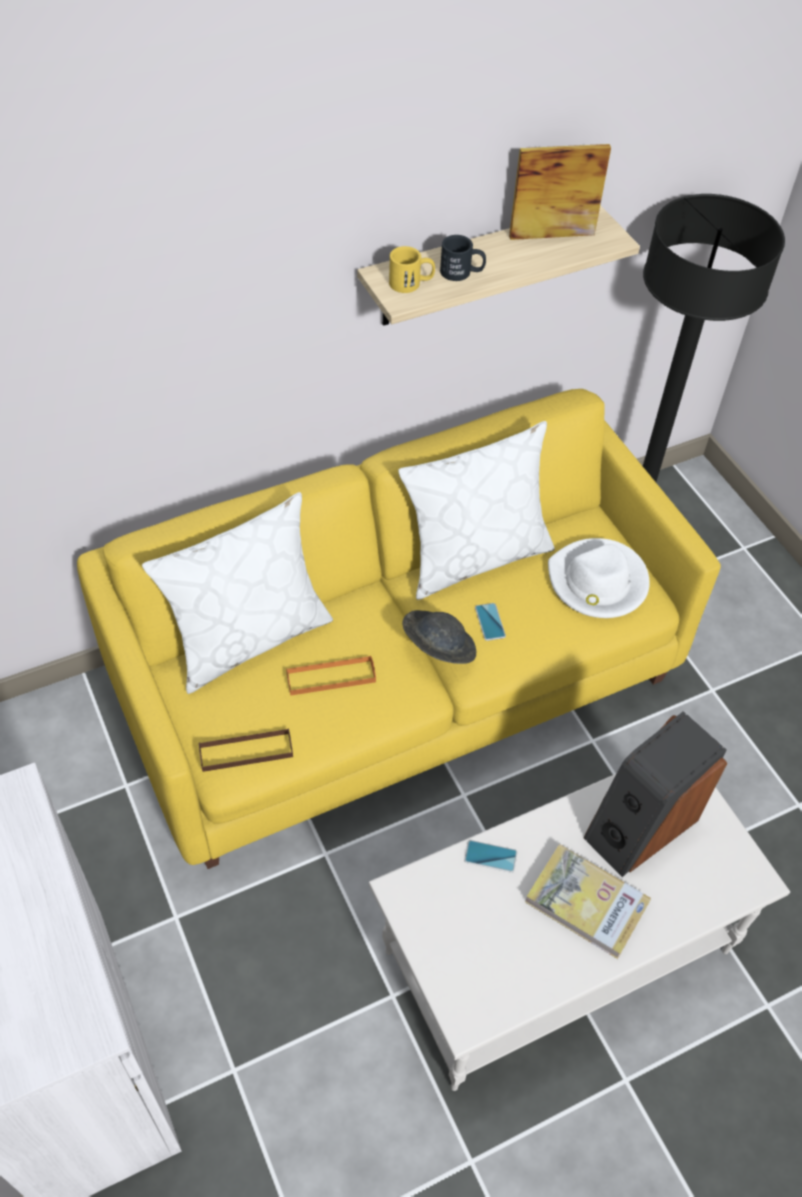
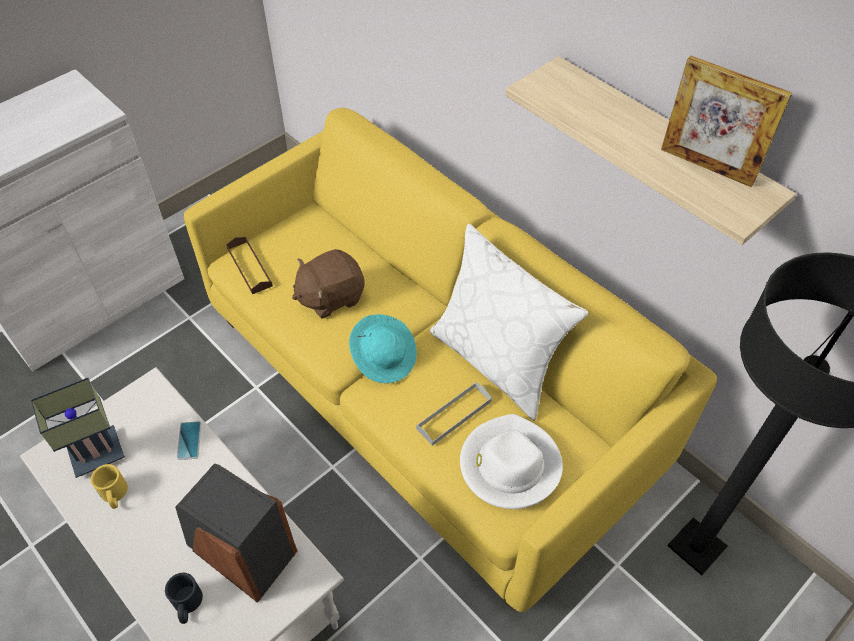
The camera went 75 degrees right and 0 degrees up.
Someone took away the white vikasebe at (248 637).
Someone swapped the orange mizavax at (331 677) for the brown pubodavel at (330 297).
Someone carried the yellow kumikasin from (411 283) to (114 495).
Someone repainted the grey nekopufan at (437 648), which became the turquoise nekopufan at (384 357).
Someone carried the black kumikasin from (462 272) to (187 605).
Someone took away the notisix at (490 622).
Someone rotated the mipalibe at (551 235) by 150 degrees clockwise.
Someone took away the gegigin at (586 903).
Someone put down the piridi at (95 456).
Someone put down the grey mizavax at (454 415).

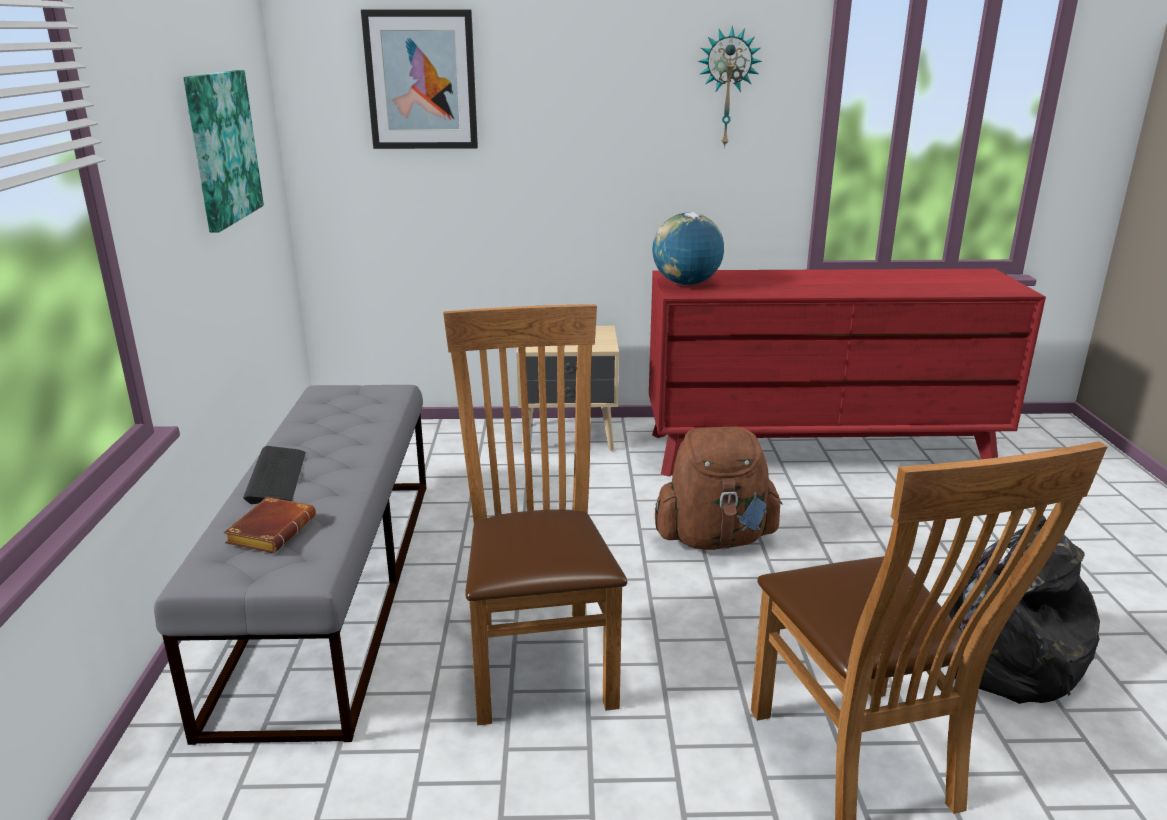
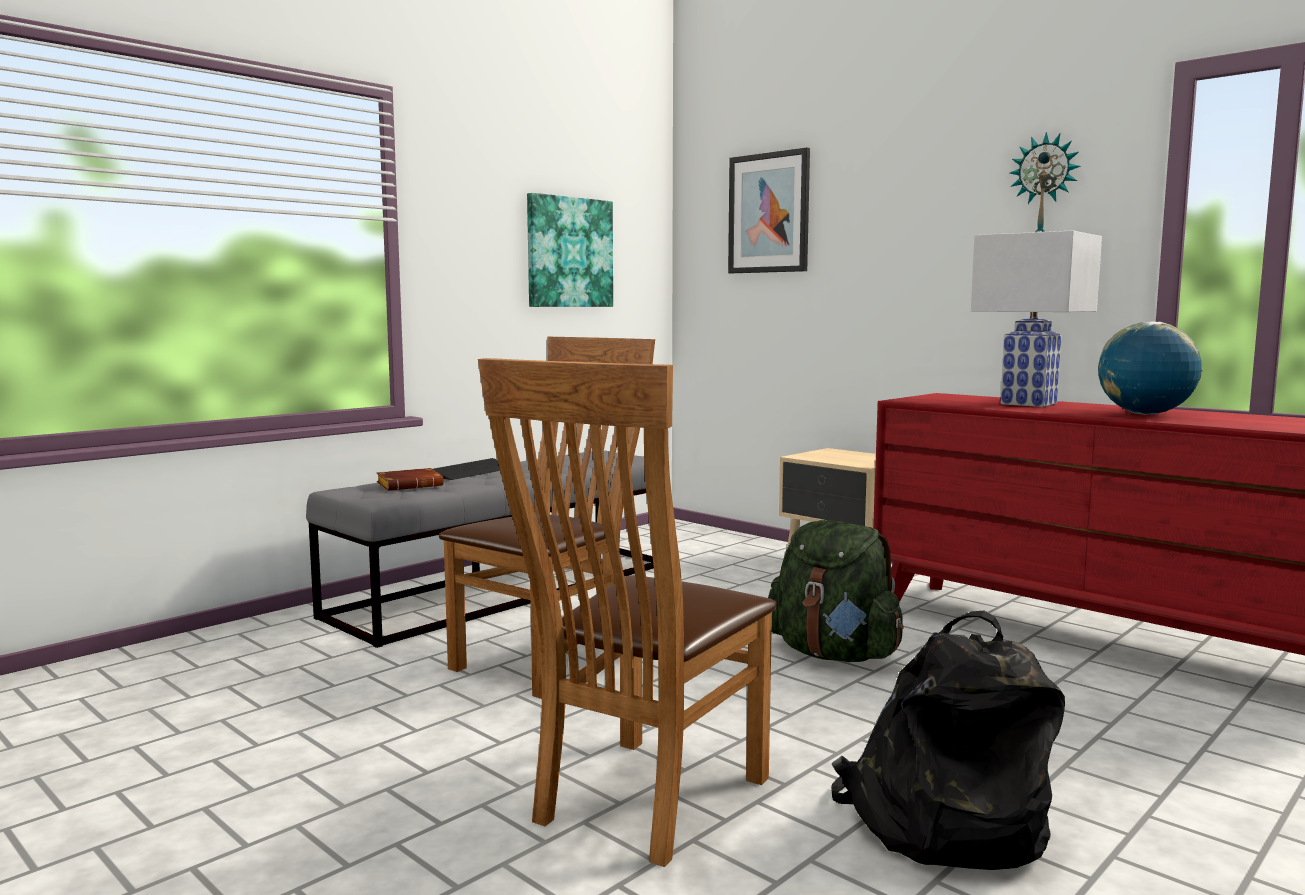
The camera went 45 degrees right and 15 degrees down.
Someone carried the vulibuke from (686 284) to (1145 414).
Someone repainted the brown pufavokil at (715 539), which became the green pufavokil at (834 654).
Someone put down the white piridi at (1028 403).

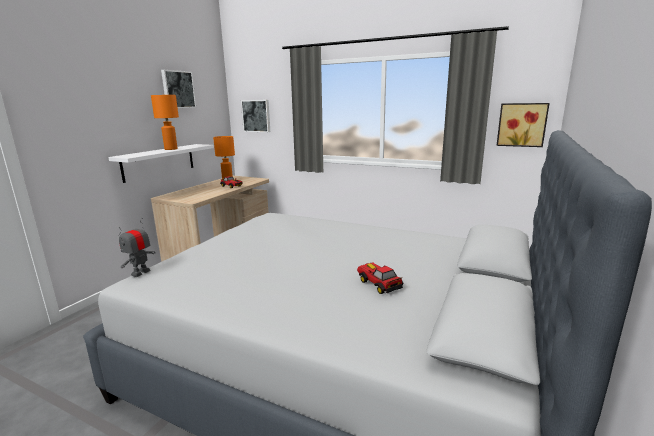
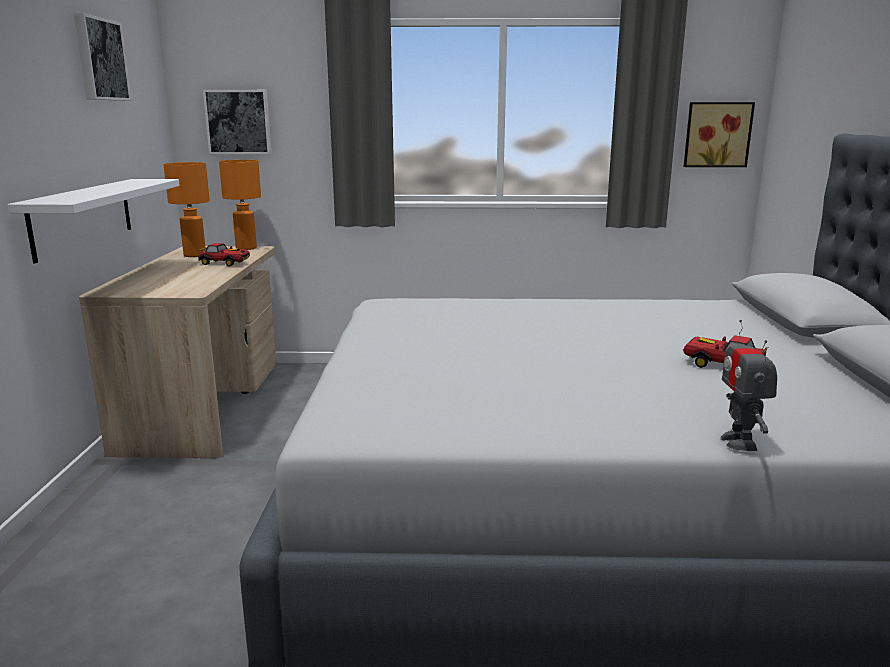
The camera went 25 degrees left and 0 degrees up.
Someone carried the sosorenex from (140 272) to (739 442).
Someone carried the orange piridi from (170 149) to (246 248).

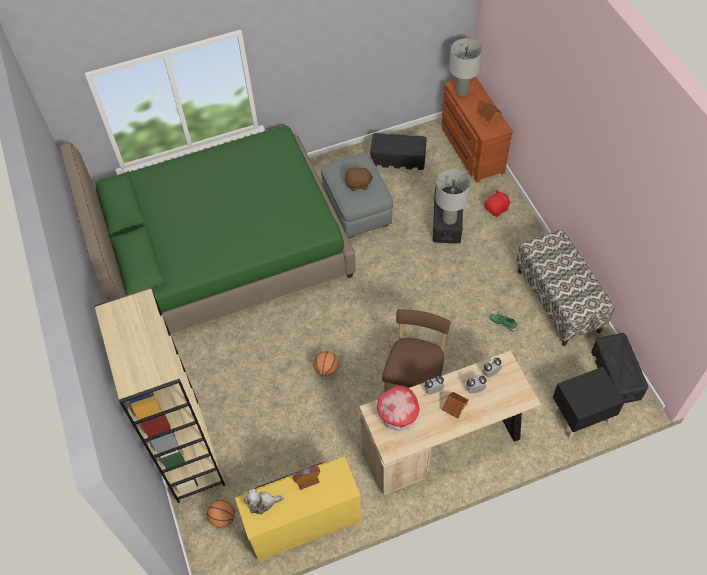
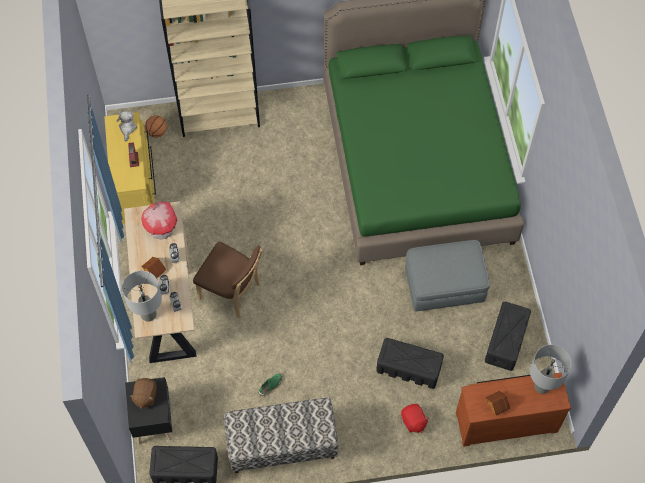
The camera went 100 degrees right and 5 degrees up.
Someone took away the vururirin at (326 369).
Someone carried the brown pubodavel from (358 184) to (145 396).
Someone carried the grey piridi from (449 219) to (149 314).

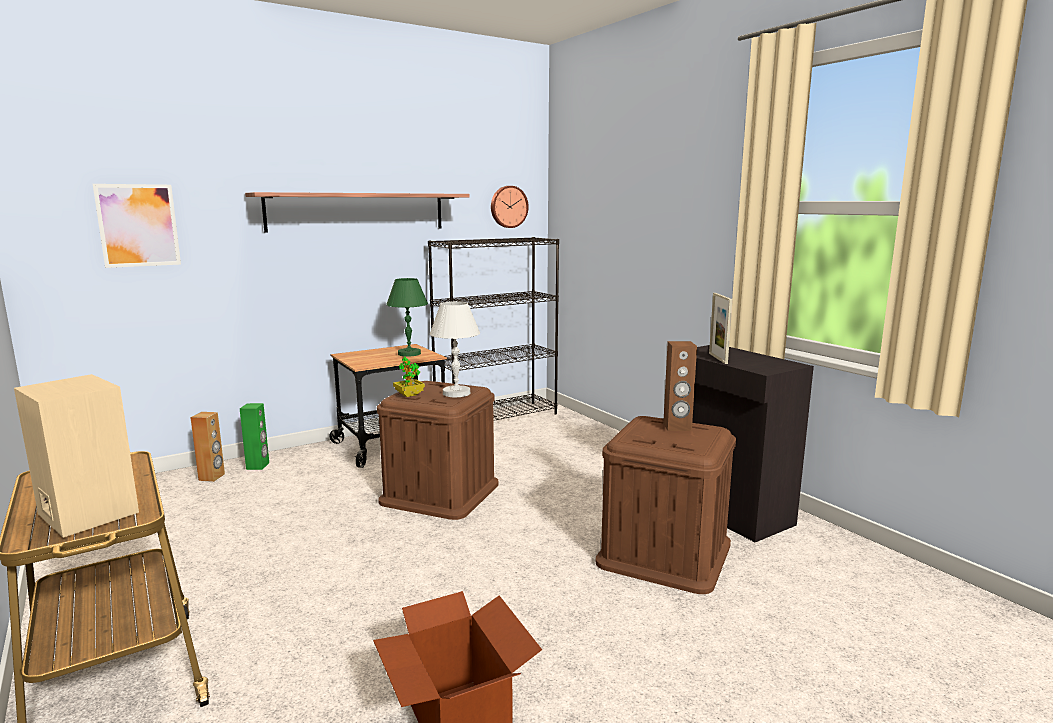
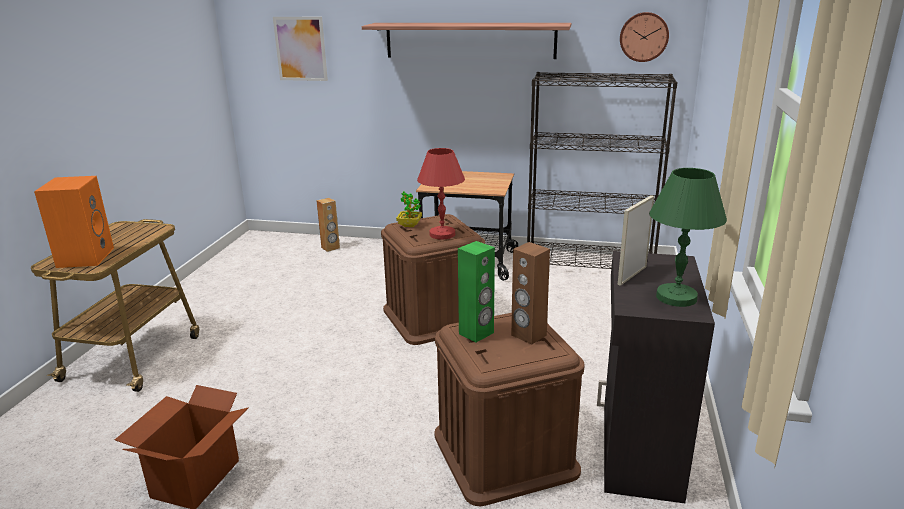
The camera went 45 degrees right and 10 degrees up.
Someone repainted the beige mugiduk at (85 513), which became the orange mugiduk at (85 257).
Someone carried the green mugiduk from (258 466) to (476 333).
Someone carried the green piridi from (409 353) to (677 297).
Someone repainted the white piridi at (456 393), which became the red piridi at (442 234).

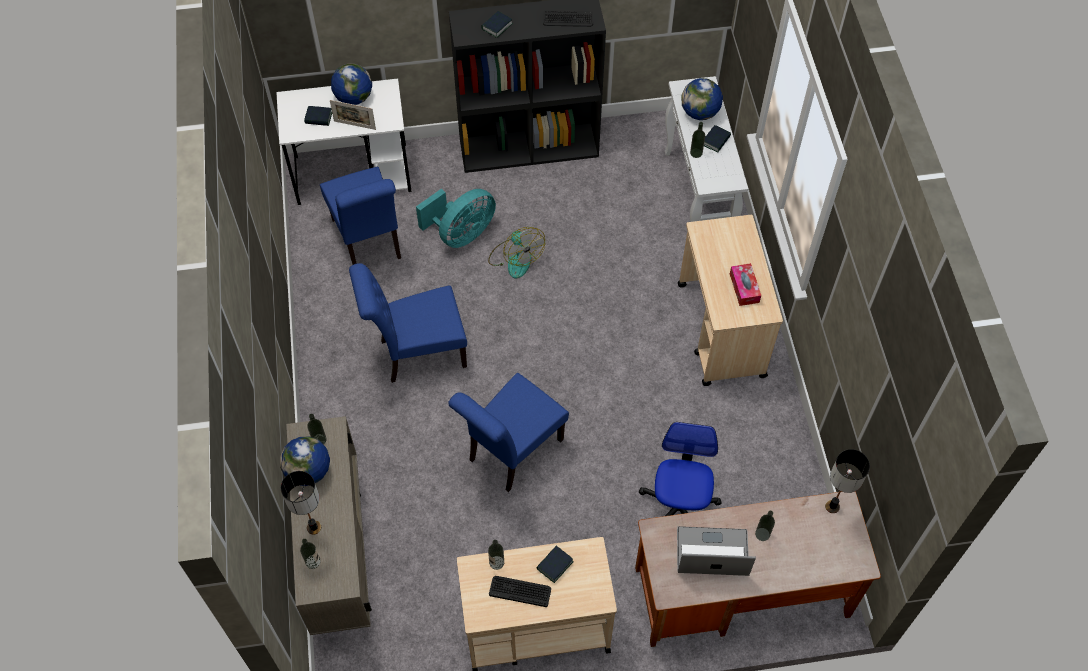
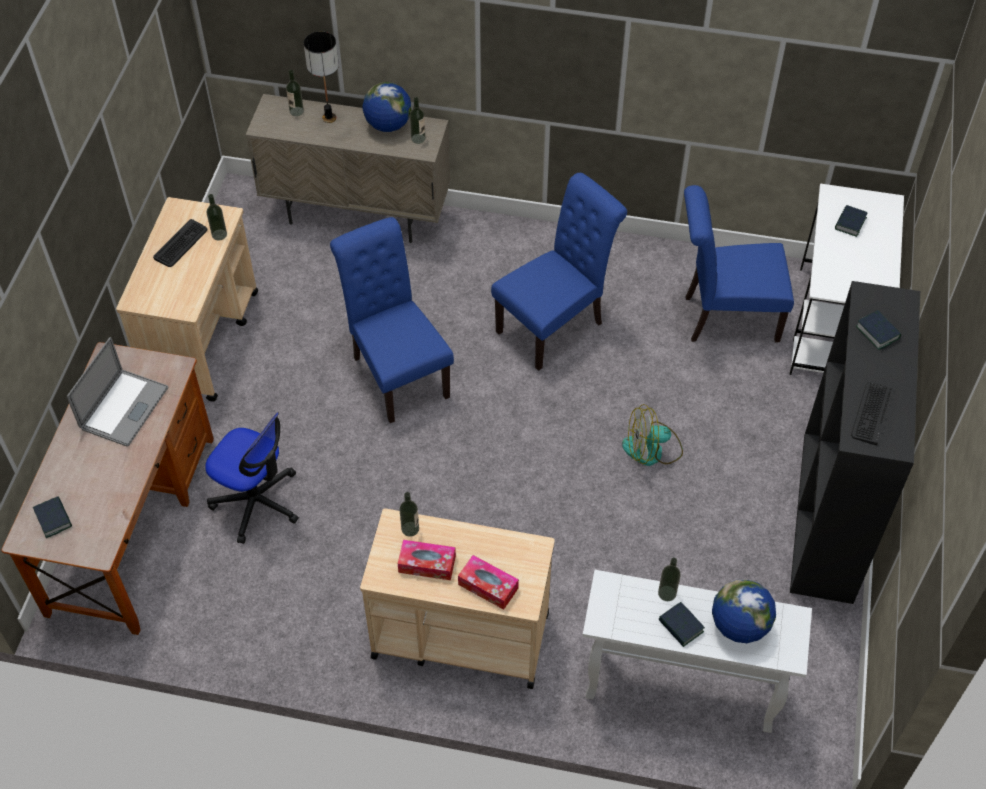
The camera went 110 degrees right and 5 degrees down.
Someone took away the mipalibe at (355 125).
Someone took away the vulibuke at (354 98).
Someone rotated the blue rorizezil at (417 354) by 45 degrees clockwise.
Someone took away the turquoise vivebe at (461 234).
Someone carried the gegigin from (554 565) to (53 519).
Someone carried the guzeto from (762 534) to (410 529).
Someone took away the piridi at (832 507).
Someone put down the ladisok at (488 586).

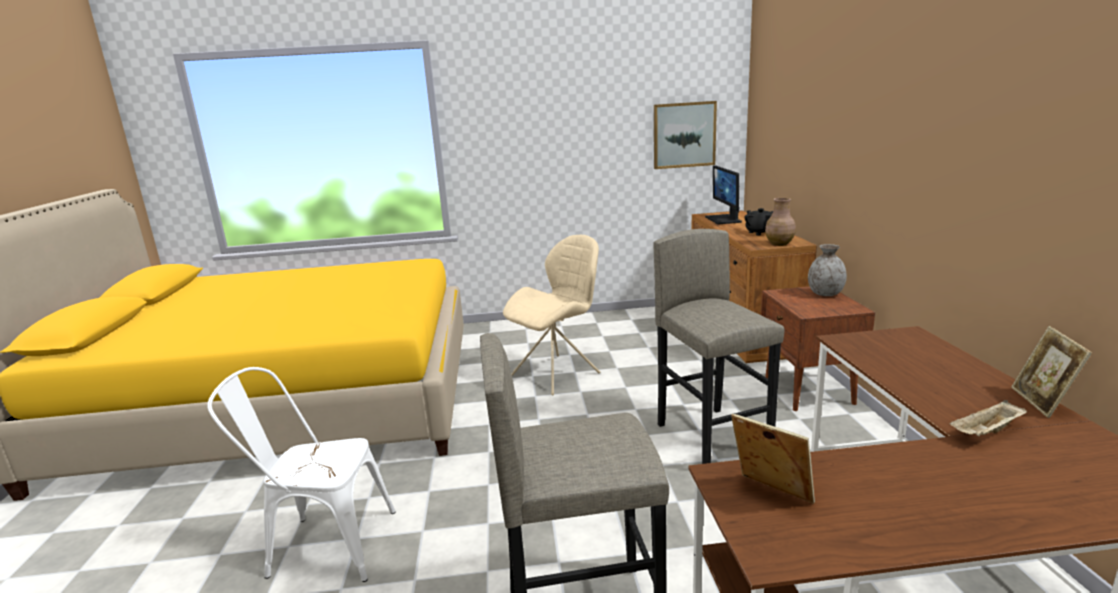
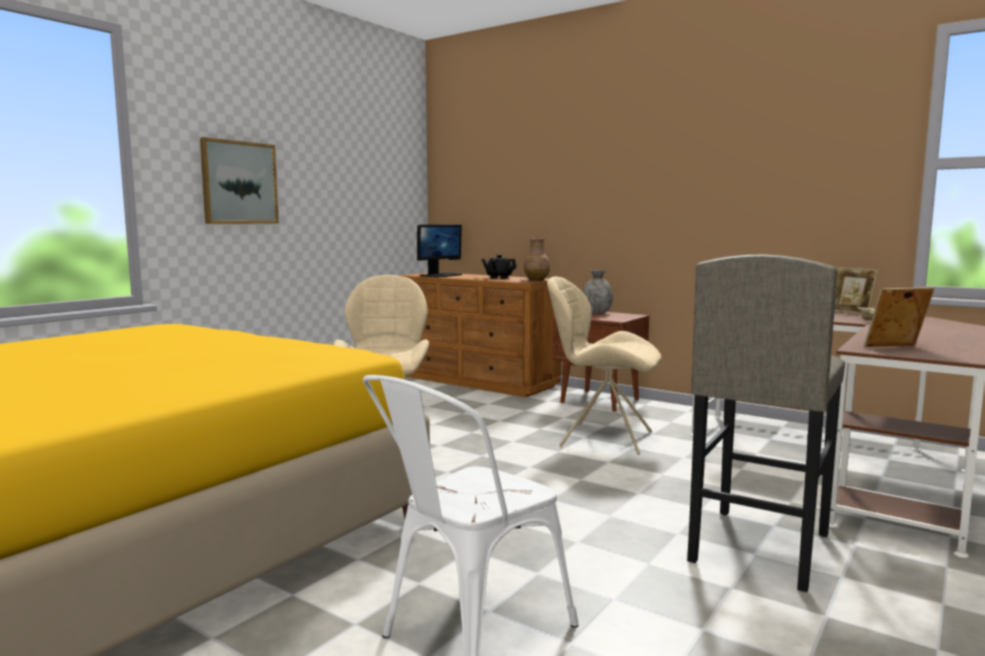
The camera went 50 degrees left and 10 degrees down.
Someone carried the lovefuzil from (684 135) to (239 183).
Someone swapped the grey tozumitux at (713 437) for the beige rorizezil at (602 438).
Someone rotated the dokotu at (724 219) by 90 degrees counterclockwise.

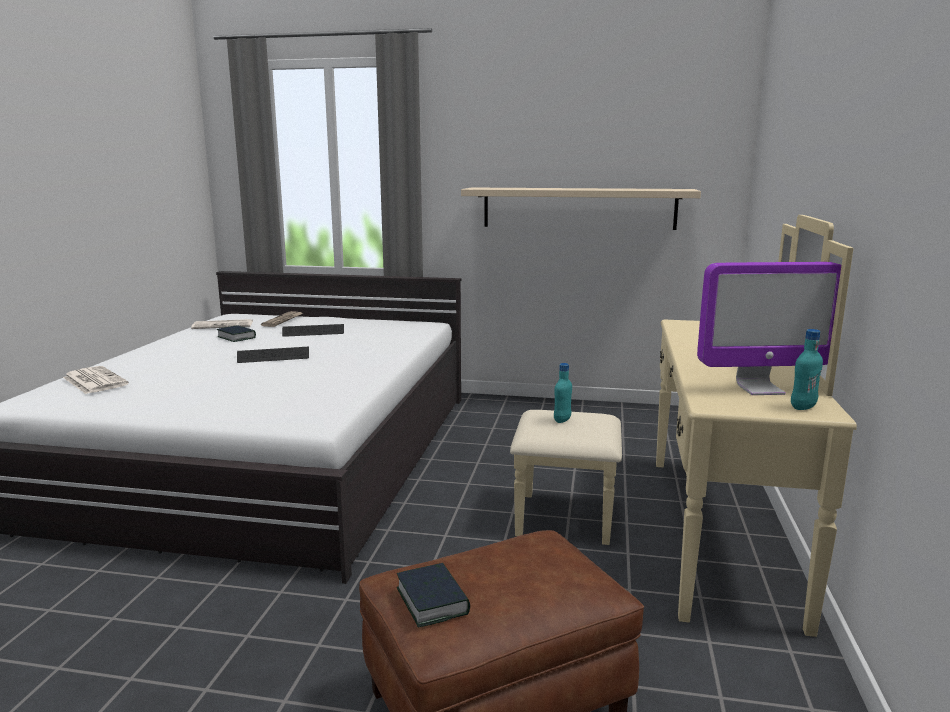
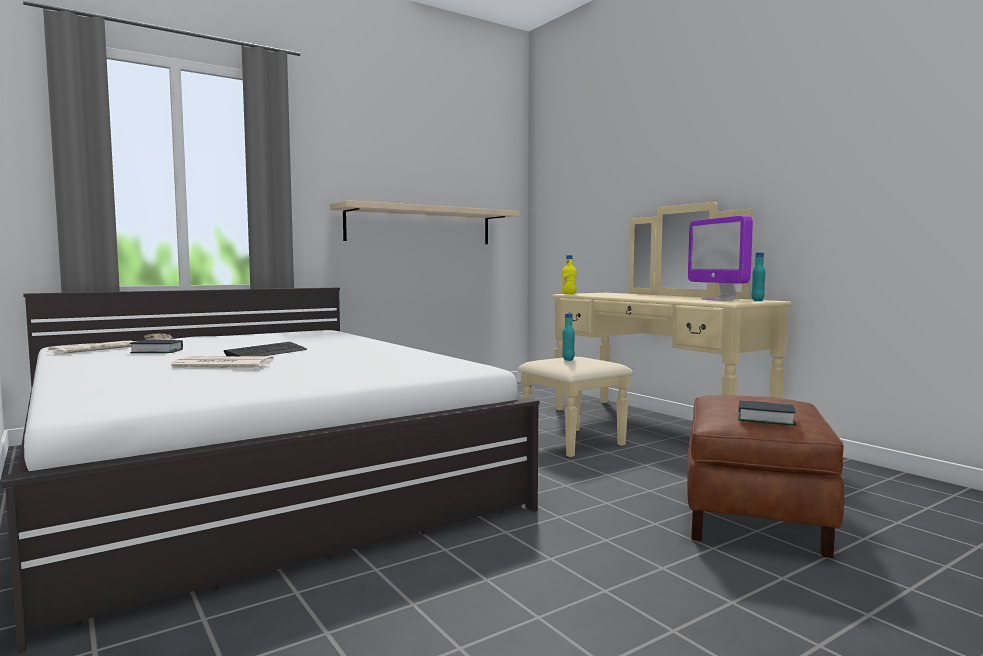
The camera went 45 degrees left and 10 degrees down.
Someone carried the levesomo from (94 381) to (221 364).
Someone took away the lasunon at (313 332).
Someone rotated the dokotu at (759 389) by 120 degrees clockwise.
Someone put down the yellow guzeto at (569 294).

